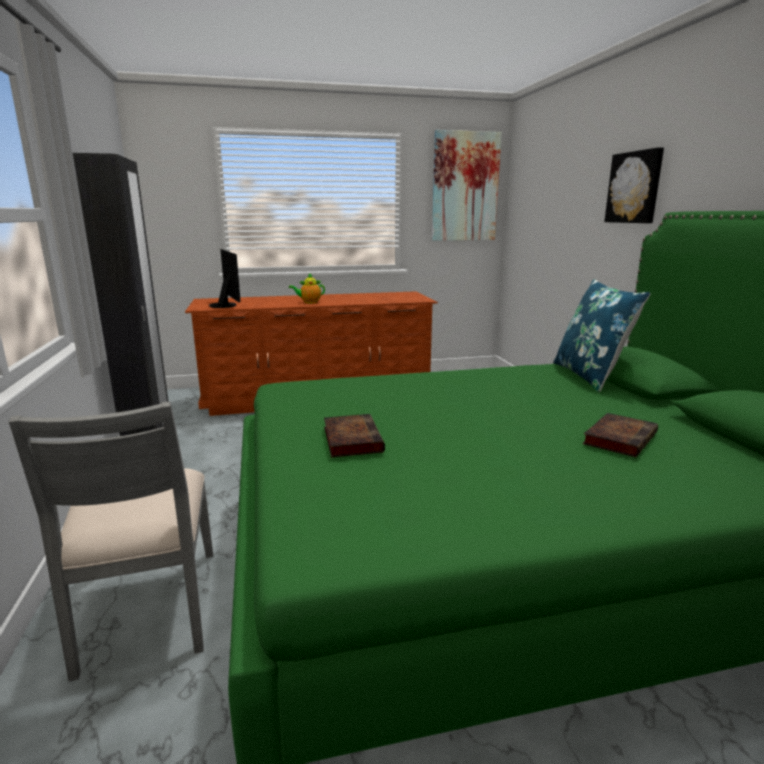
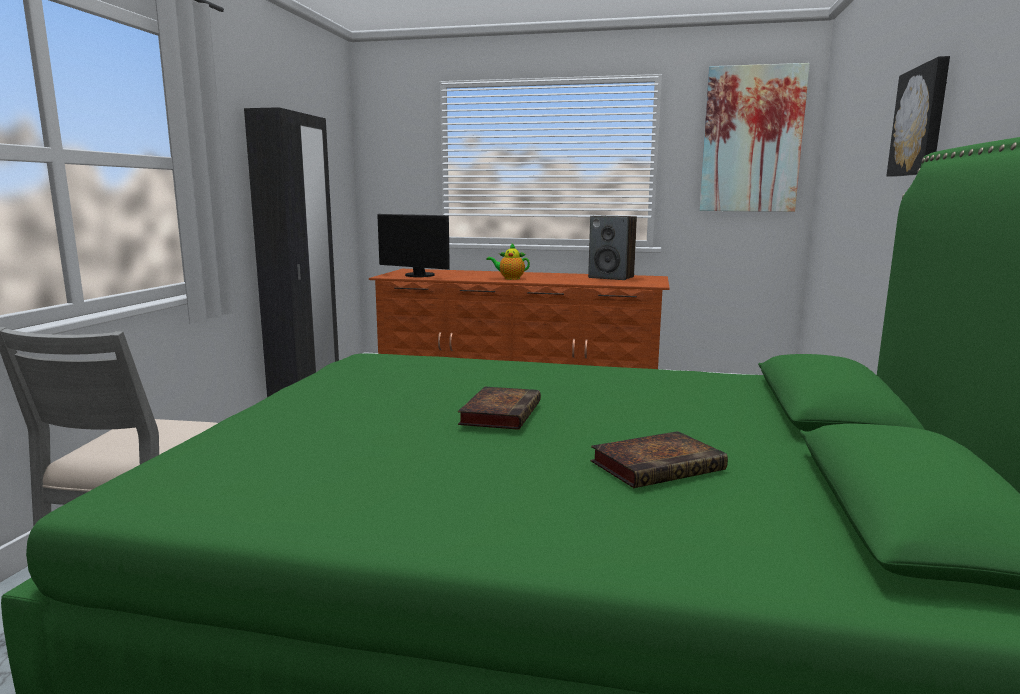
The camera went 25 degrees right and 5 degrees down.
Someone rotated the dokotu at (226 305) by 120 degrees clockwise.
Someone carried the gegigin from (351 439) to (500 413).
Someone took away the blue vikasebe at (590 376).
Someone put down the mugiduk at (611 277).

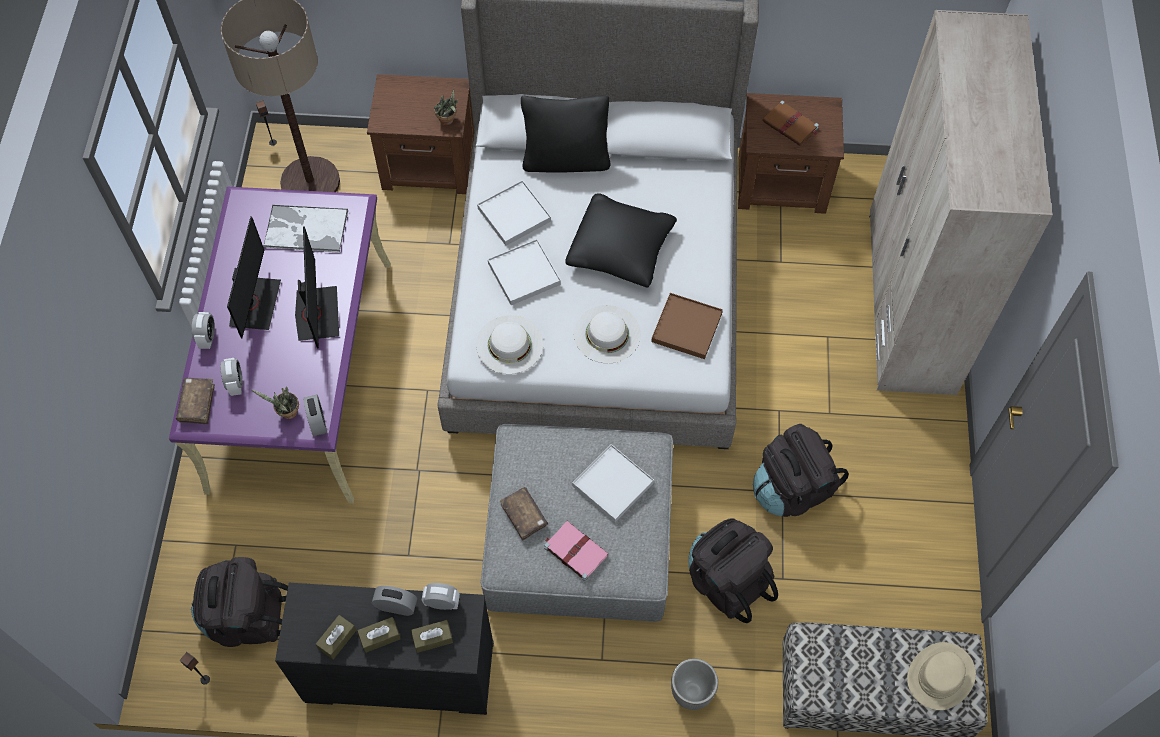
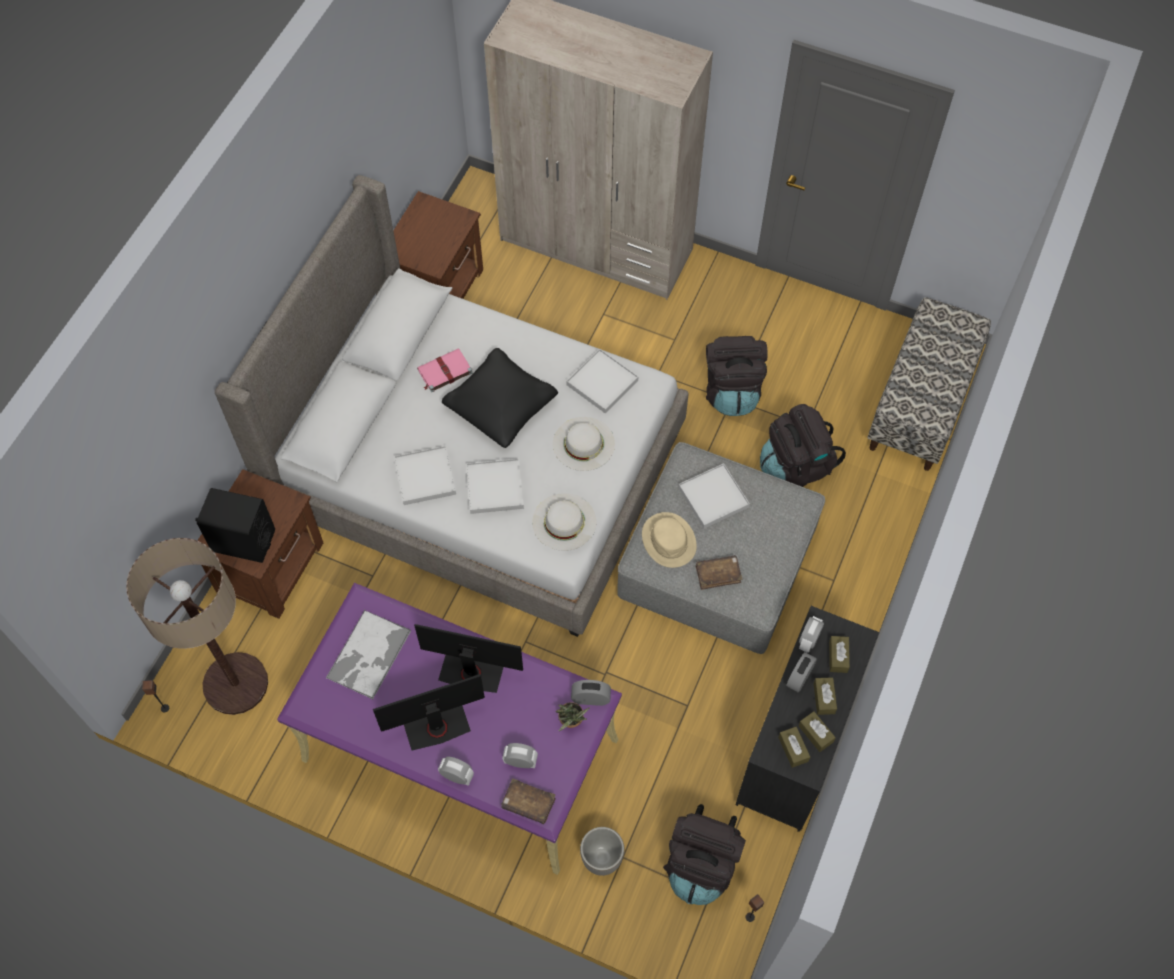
The camera went 70 degrees left and 0 degrees up.
Someone rotated the dokotu at (254 303) by 45 degrees counterclockwise.
Someone took away the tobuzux at (448 121).
Someone took away the black vikasebe at (566 160).
Someone carried the pink gegigin from (575 550) to (444 371).
Someone repainted the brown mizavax at (686 327), which became the white mizavax at (602 382).
Someone carried the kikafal from (691 693) to (602 859).
Someone took away the brown gegigin at (791 125).
Someone carried the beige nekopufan from (941 676) to (669 540).
Someone put down the black mugiduk at (243 540).
Someone put down the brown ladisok at (793 749).

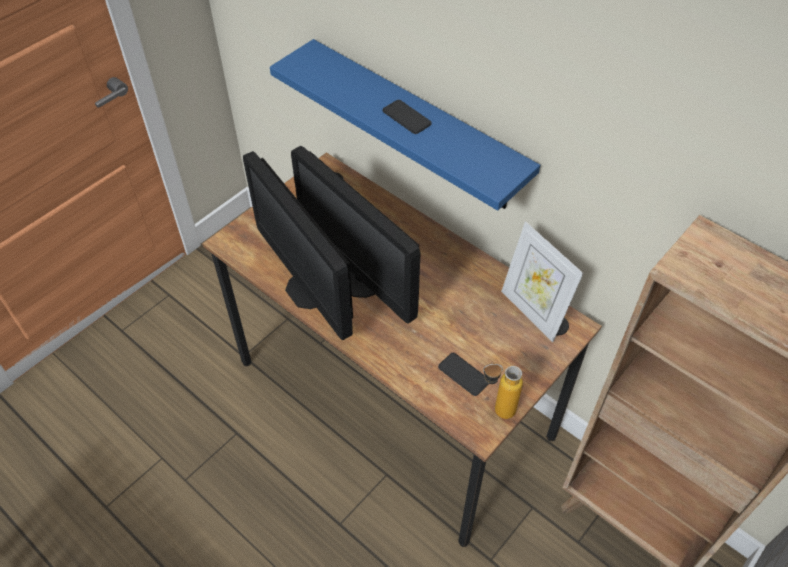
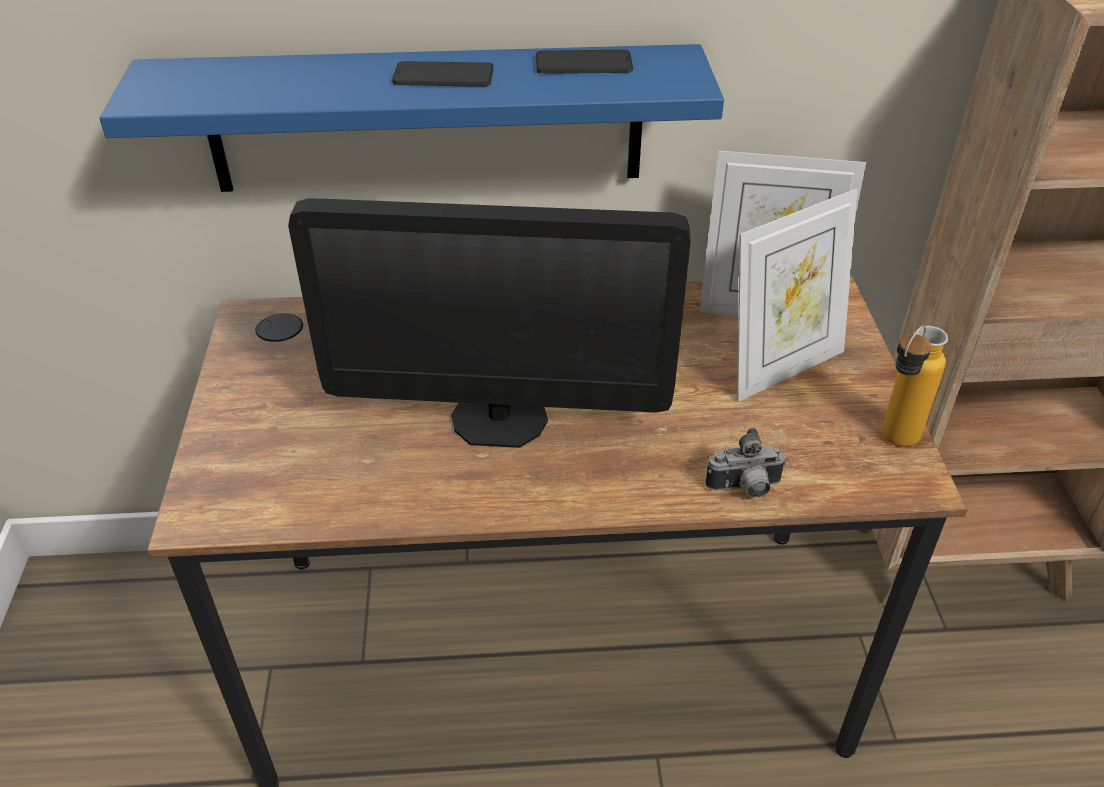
The camera went 45 degrees left and 10 degrees down.
Someone took away the dokotu at (308 290).
Someone carried the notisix from (463 374) to (583 63).
Someone put down the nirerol at (744 489).
Someone put down the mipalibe at (782 367).

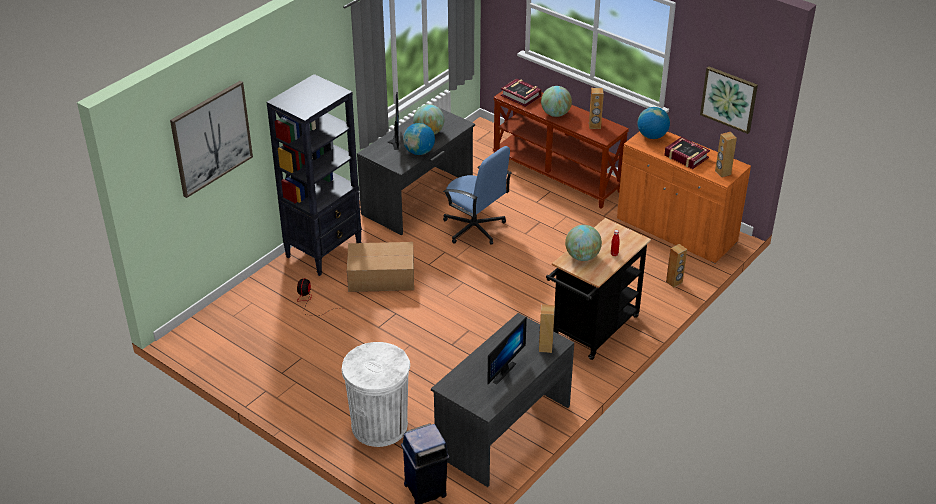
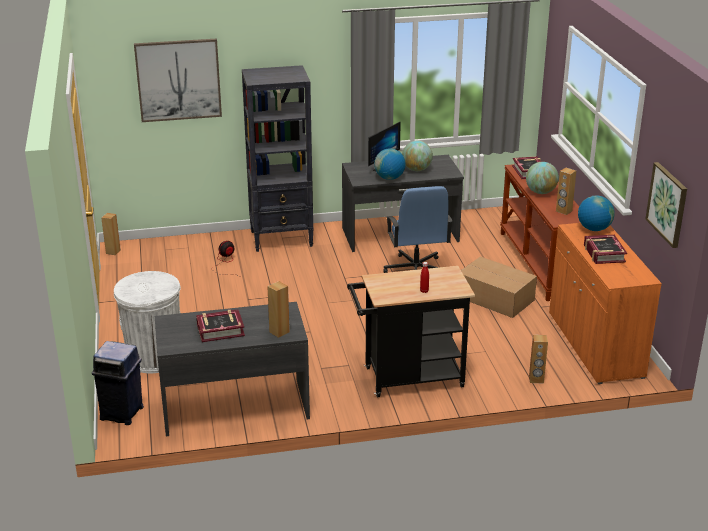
The camera went 40 degrees right and 10 degrees down.
Someone carried the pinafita from (380 276) to (494 297).
Someone swapped the dokotu at (500 371) for the gegigin at (220 330).
Someone took away the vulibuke at (582 256).
Someone carried the brown mugiduk from (722 172) to (113 252).

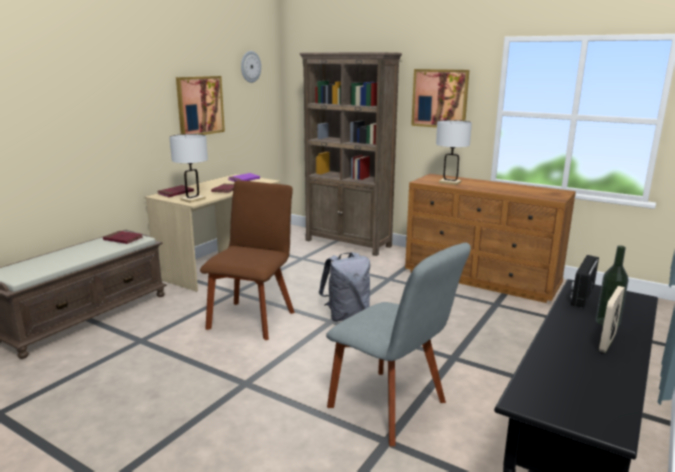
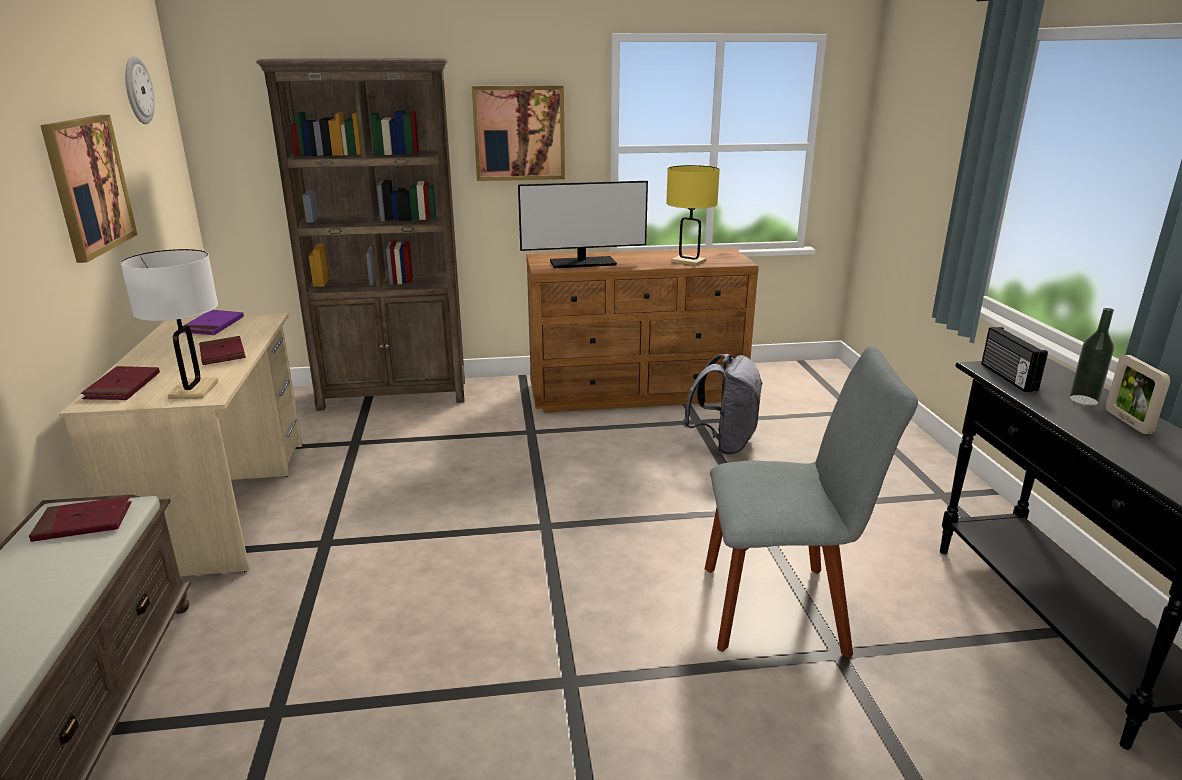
The camera went 40 degrees left and 5 degrees up.
Someone took away the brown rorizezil at (253 318).
Someone carried the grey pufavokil from (346 315) to (724 444).
Someone swapped the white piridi at (450 182) for the dokotu at (582 263).
Someone put down the yellow piridi at (688 261).

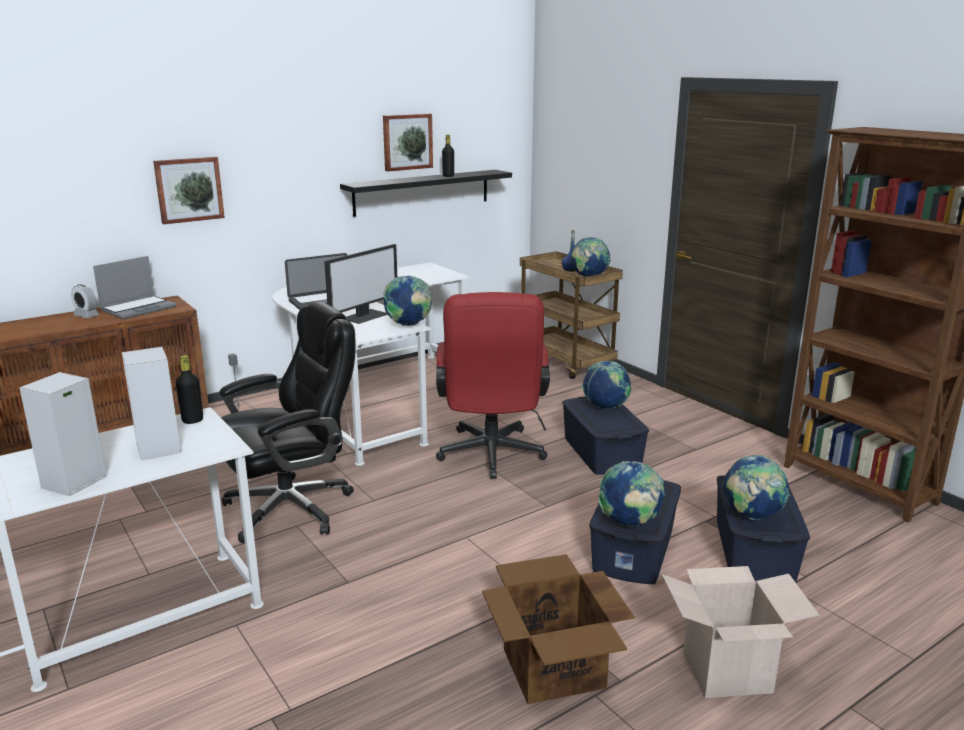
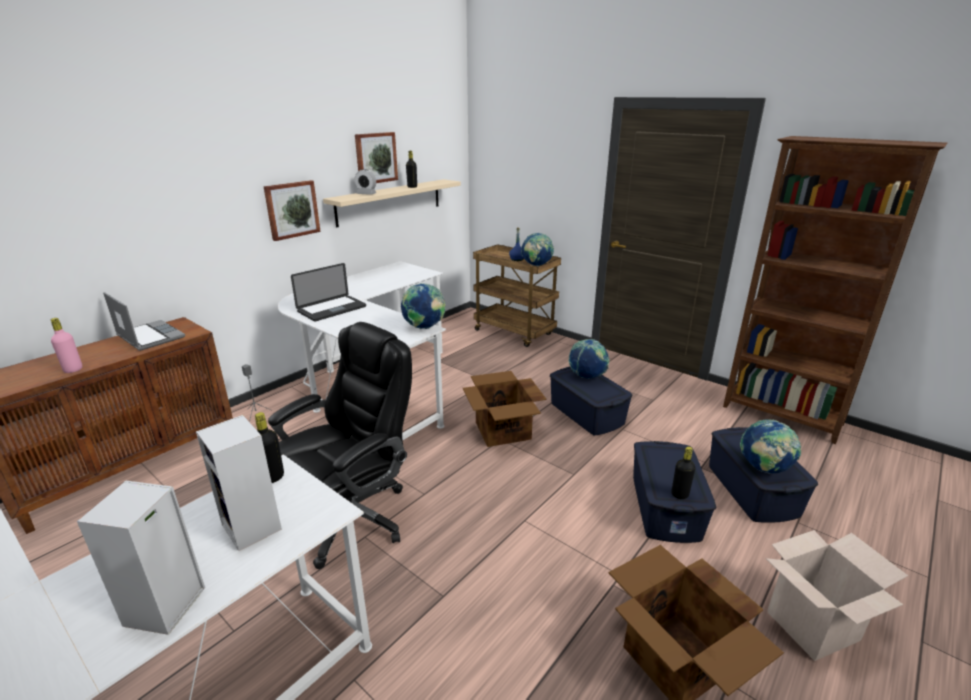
The camera went 15 degrees left and 5 degrees up.
Someone carried the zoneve from (86 315) to (366 194).
Someone rotated the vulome at (138 308) by 75 degrees counterclockwise.
Someone carried the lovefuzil from (189 189) to (292 209).
Someone took away the dokotu at (364 316).
Someone repainted the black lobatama at (422 192), which became the beige lobatama at (390 202).
Someone swapped the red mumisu at (491 457) for the pinafita at (502 431).
Someone swapped the vulibuke at (629 523) for the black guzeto at (679 494).
Someone put down the pink guzeto at (73 369).

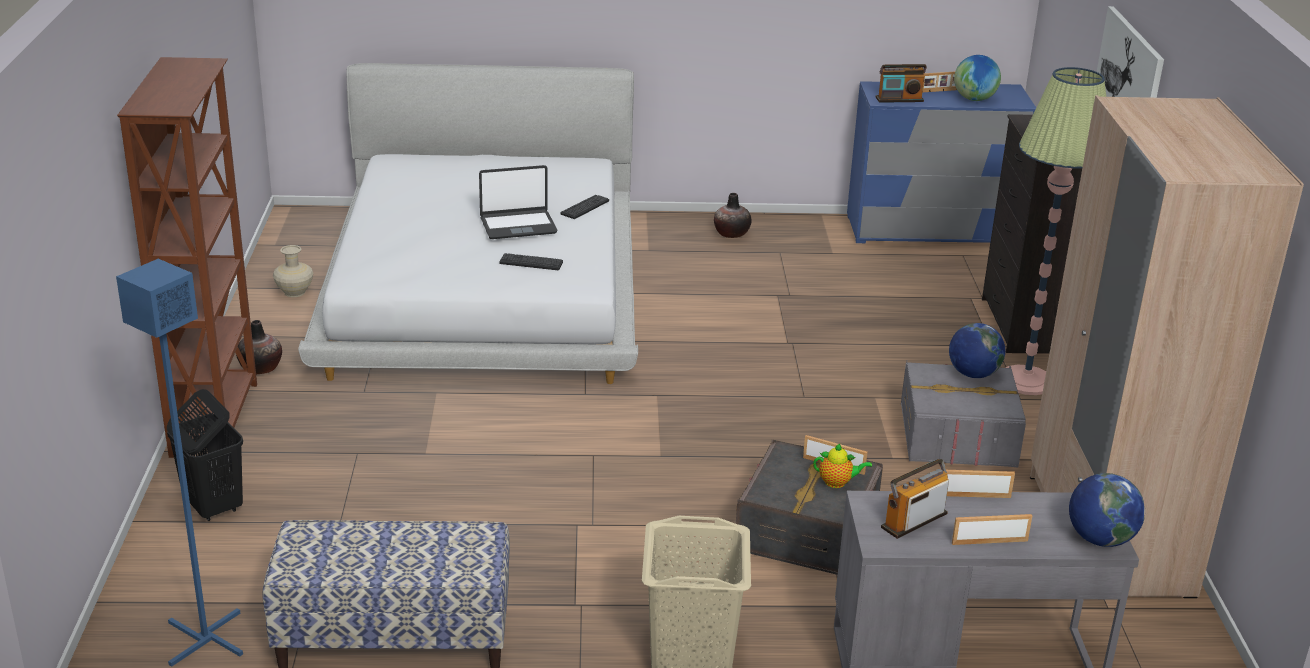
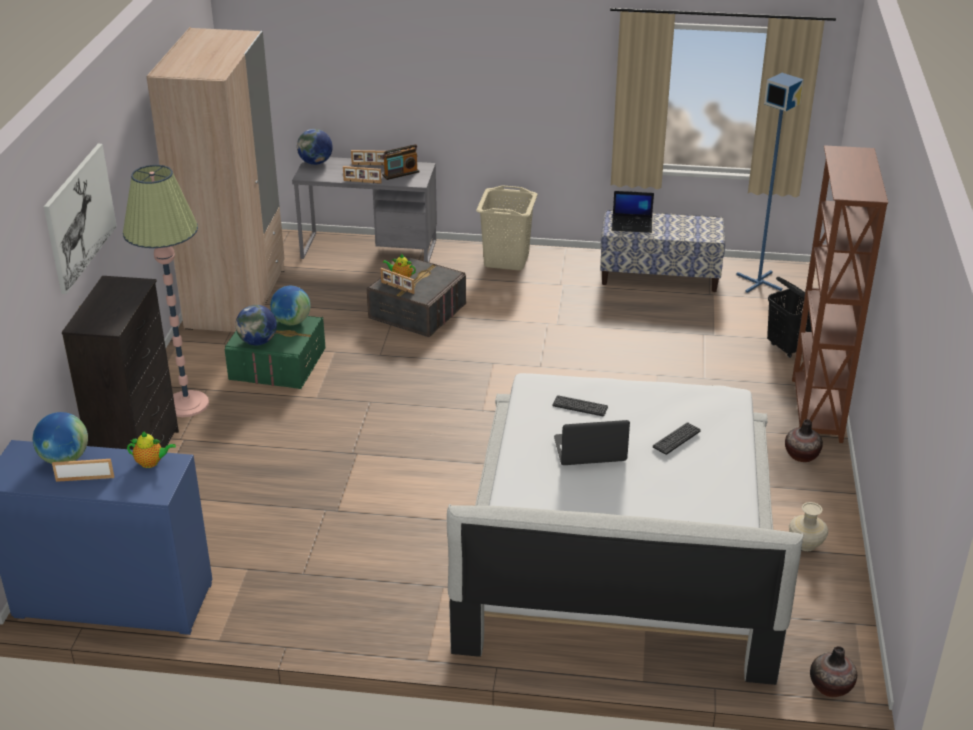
The camera went 170 degrees left and 5 degrees up.
Someone carried the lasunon from (585 207) to (676 439).
Someone carried the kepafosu from (731 233) to (831 687).
Someone swapped the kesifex at (899 99) for the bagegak at (151 463).
Someone repainted the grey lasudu at (957 436), which became the green lasudu at (277 364).
Someone put down the vulibuke at (291 322).
Someone put down the vulome at (632 224).

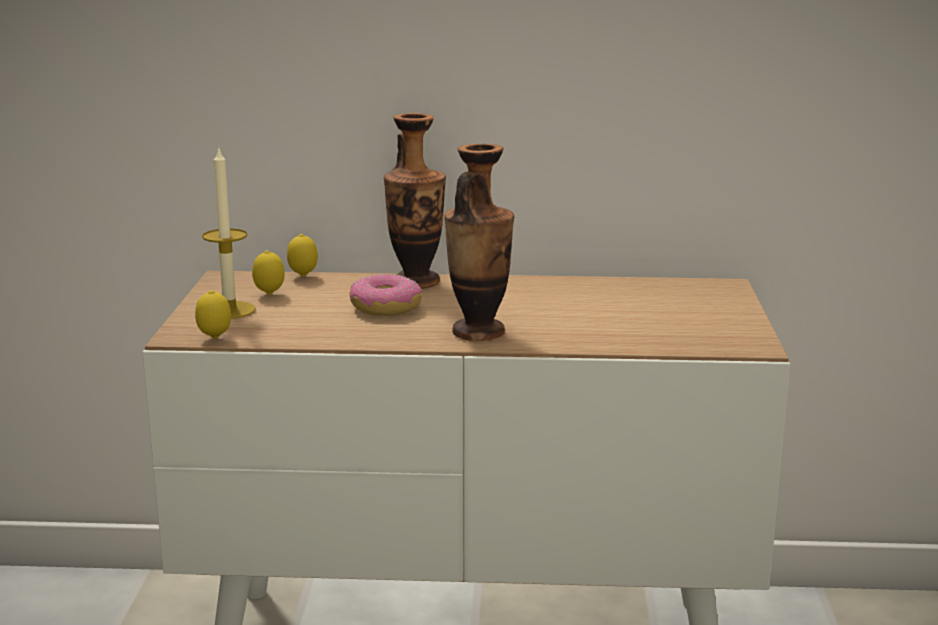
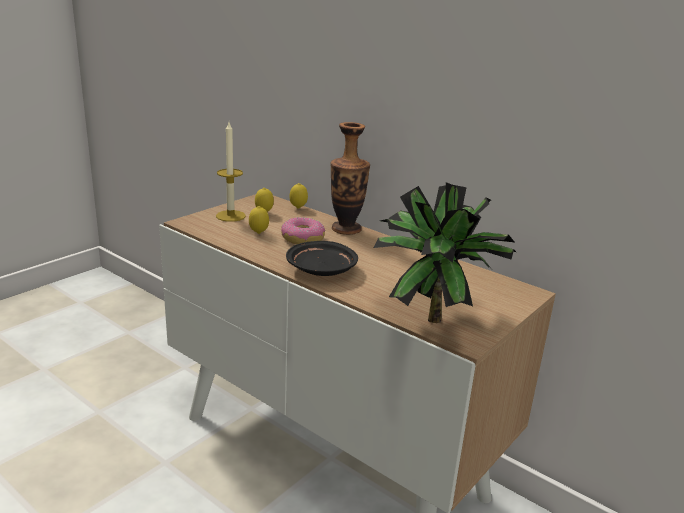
The camera went 35 degrees right and 5 degrees up.
Someone carried the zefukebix from (215 338) to (258 233).
Someone swapped the kepafosu at (478 332) for the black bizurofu at (321 270).
Someone put down the tobuzux at (431 316).

